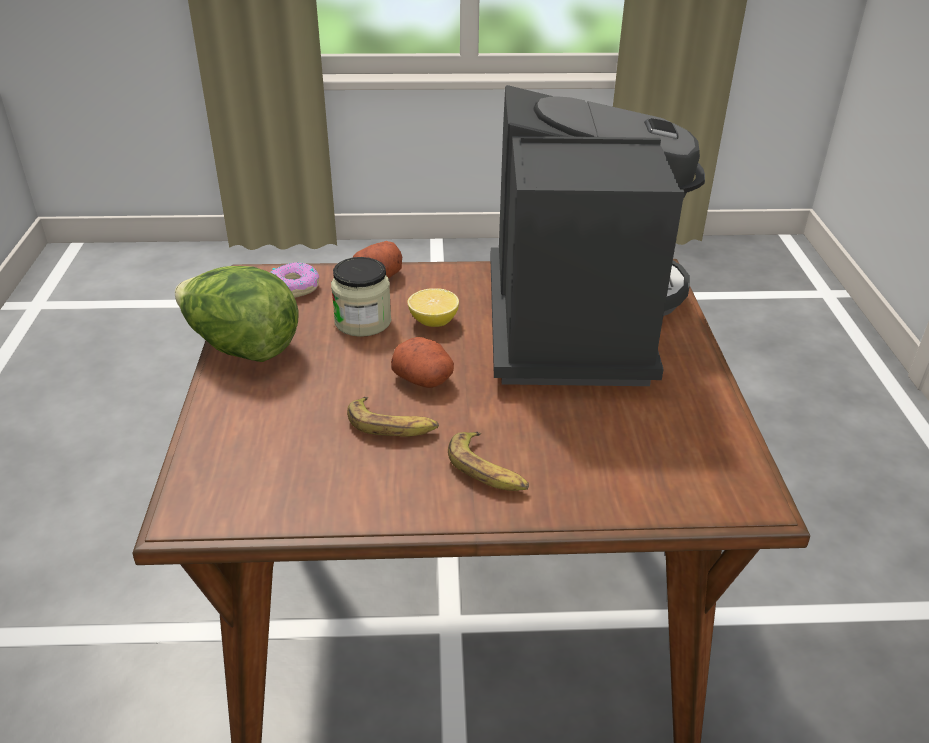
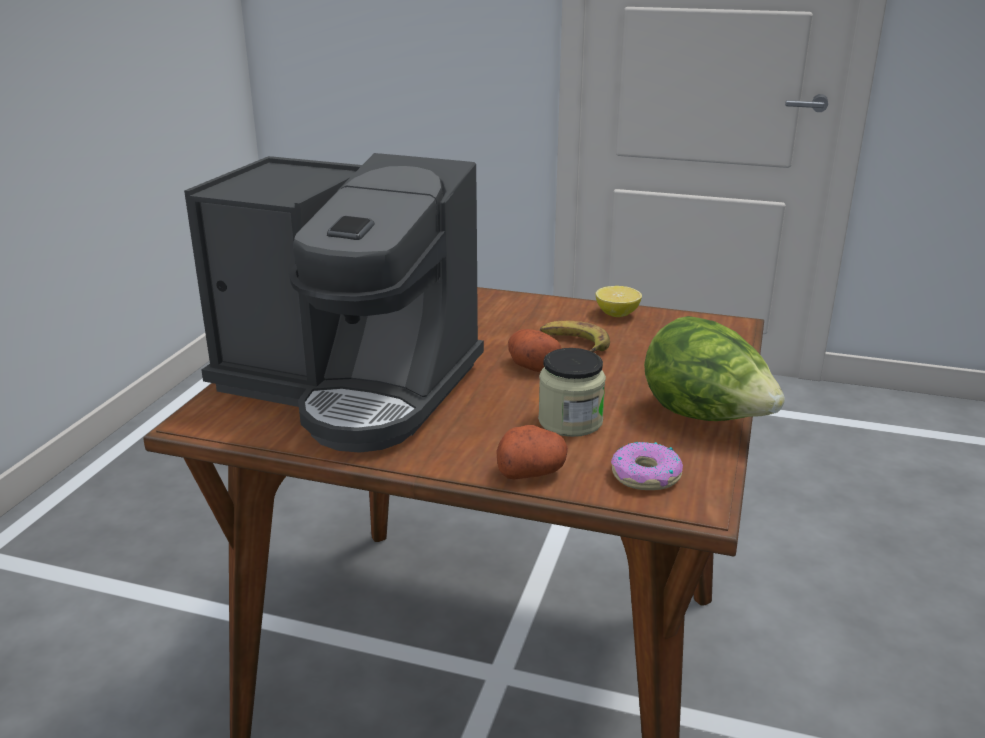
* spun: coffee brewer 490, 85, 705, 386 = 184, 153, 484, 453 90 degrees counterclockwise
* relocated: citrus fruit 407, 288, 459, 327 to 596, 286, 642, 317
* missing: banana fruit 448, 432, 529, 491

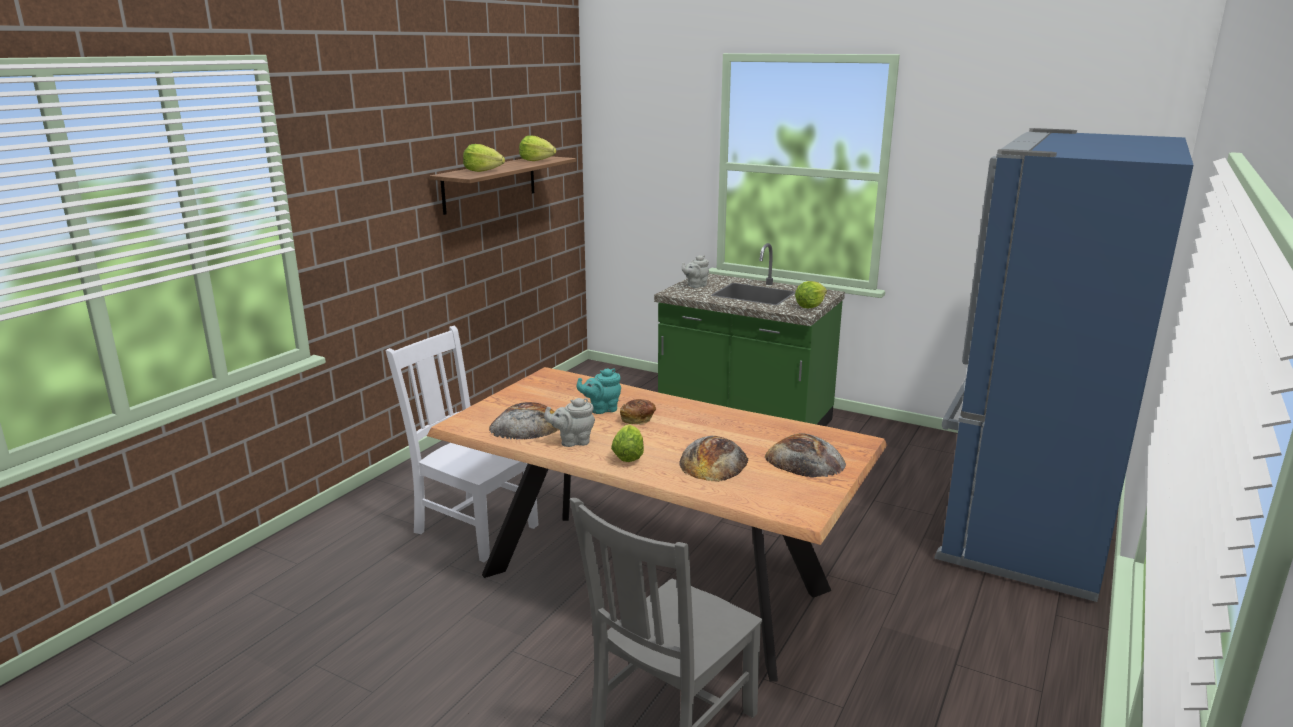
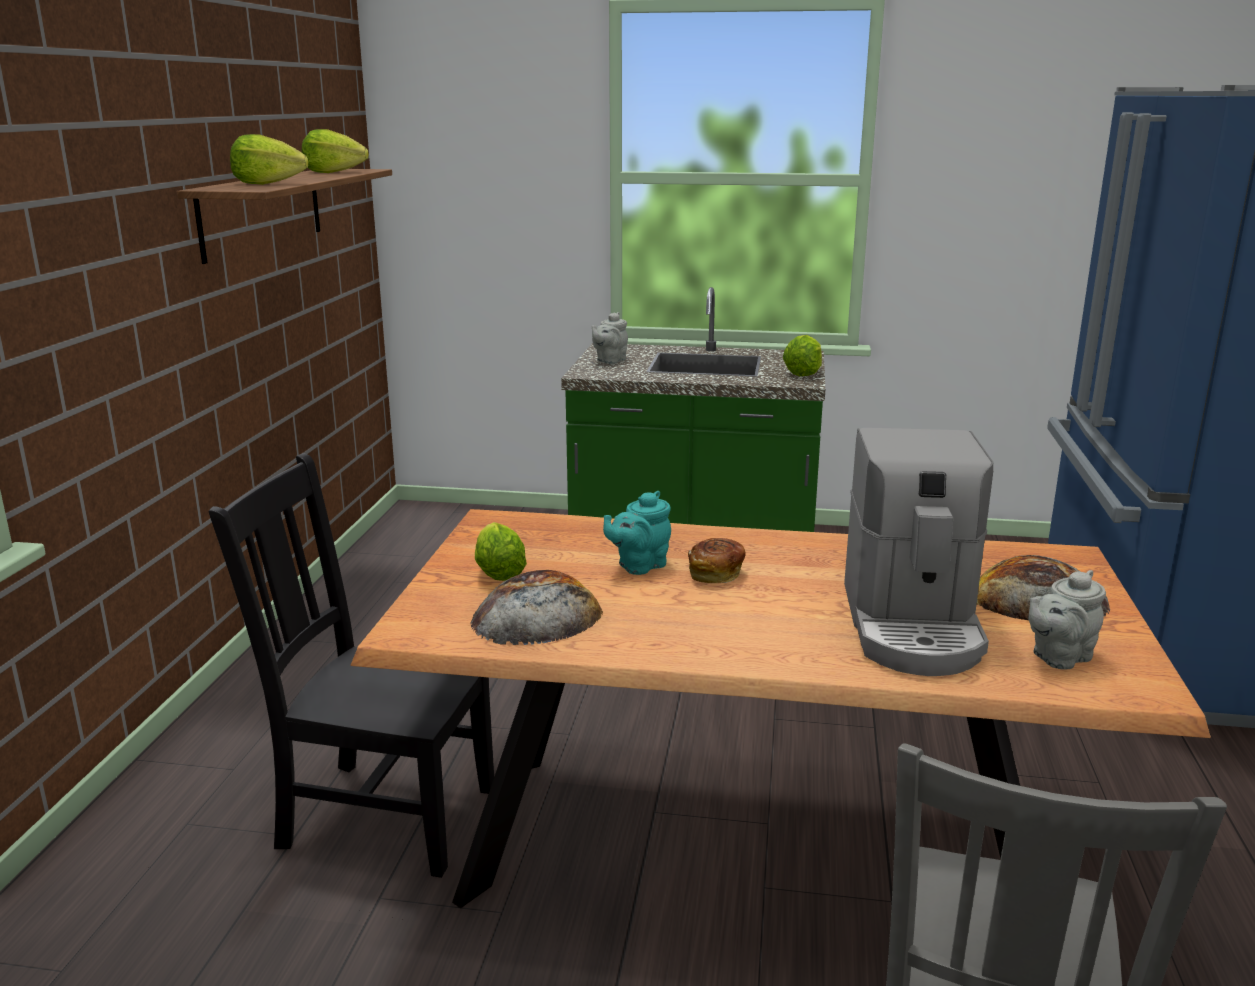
* colour: plain chair (whitish) 386, 326, 539, 562 to plain chair (black-coloured) 208, 453, 494, 878
* relocated: lettuce head 611, 424, 644, 462 to 475, 522, 527, 581
* exchanged: bakery bread 680, 436, 748, 482 to coffee brewer 844, 428, 994, 676
* relocated: tea pot (grey) 544, 398, 595, 447 to 1028, 570, 1106, 670

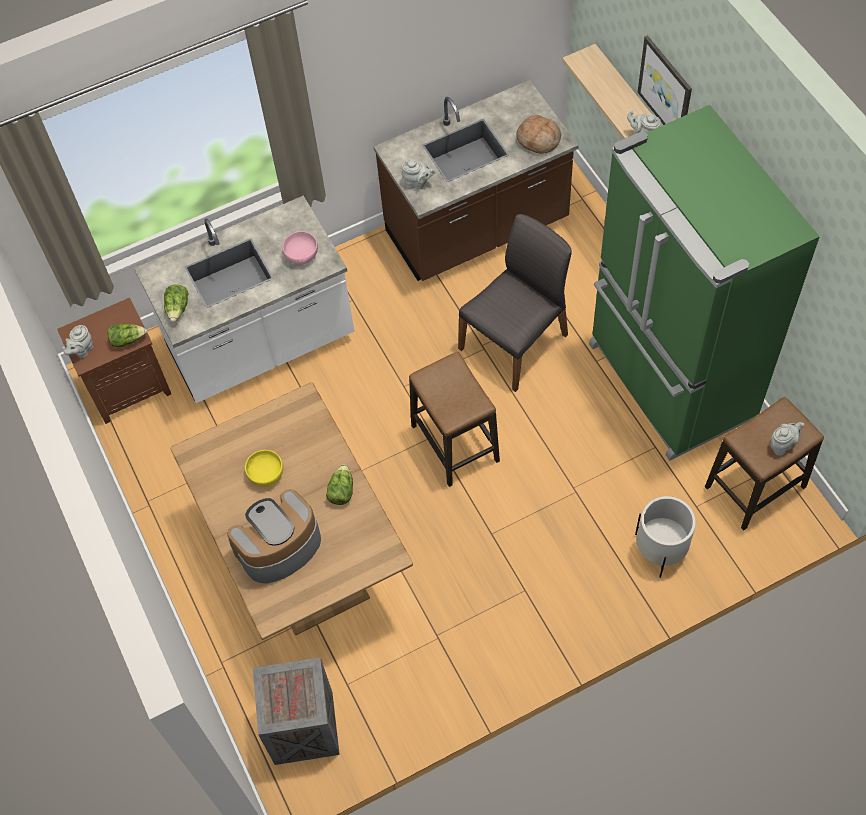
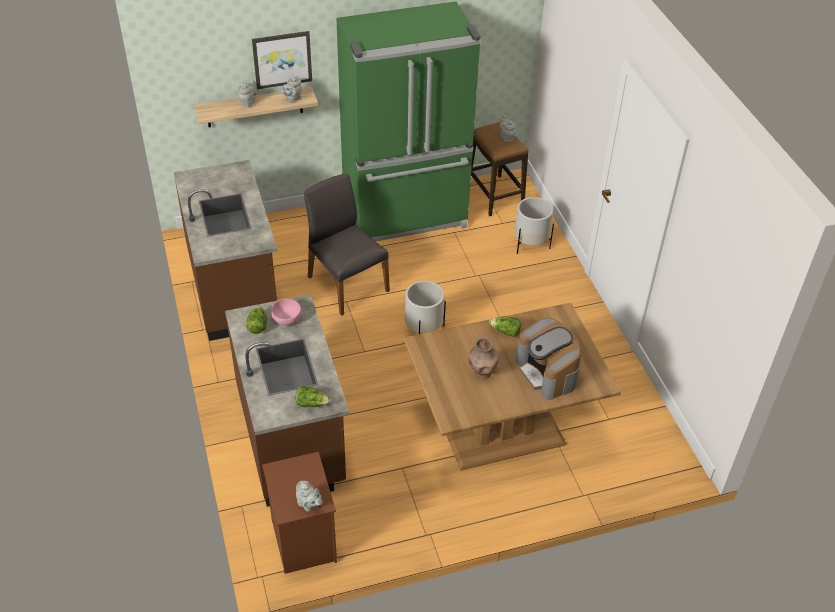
* colour: counter (whitish) 134, 196, 354, 403 to counter (brown-coloured) 225, 294, 349, 507
* relocated: tea pot (grey) 402, 160, 435, 189 to 238, 79, 257, 108
* relocated: lettuce head 108, 324, 147, 347 to 246, 305, 267, 334
* exchanged: sitting stool 409, 352, 500, 487 to planter (whitish) 405, 281, 446, 334
* exchanged: deep dish (yellow) 245, 450, 283, 486 to vase (brown-coloured) 468, 338, 499, 379
* missing: shipping crate 253, 658, 340, 765
* missing: bakery bread 516, 115, 561, 154

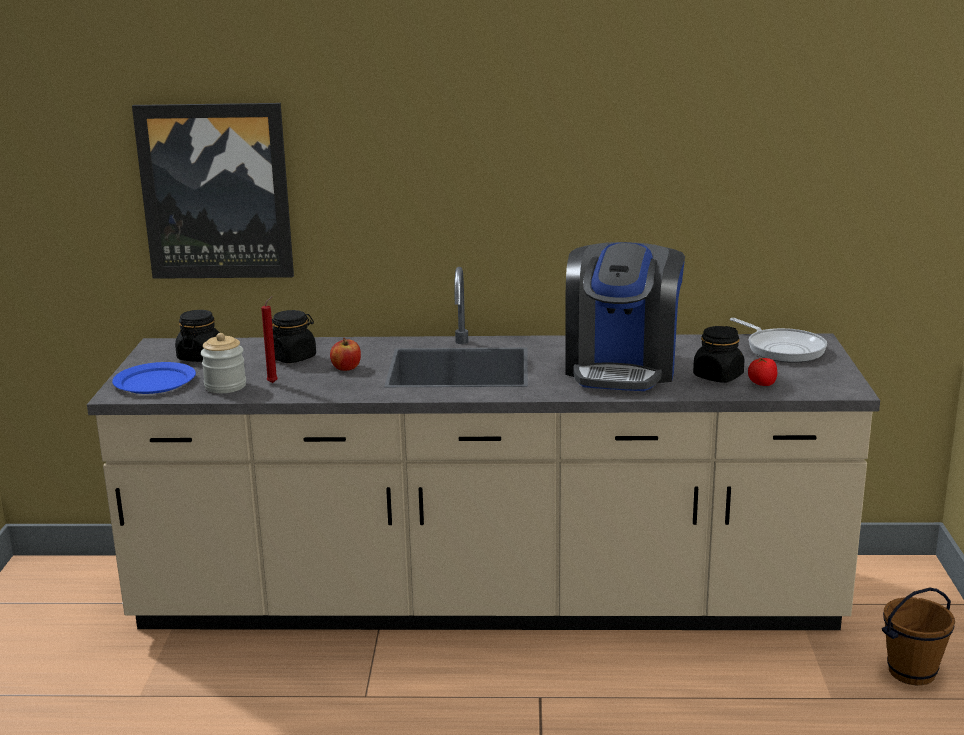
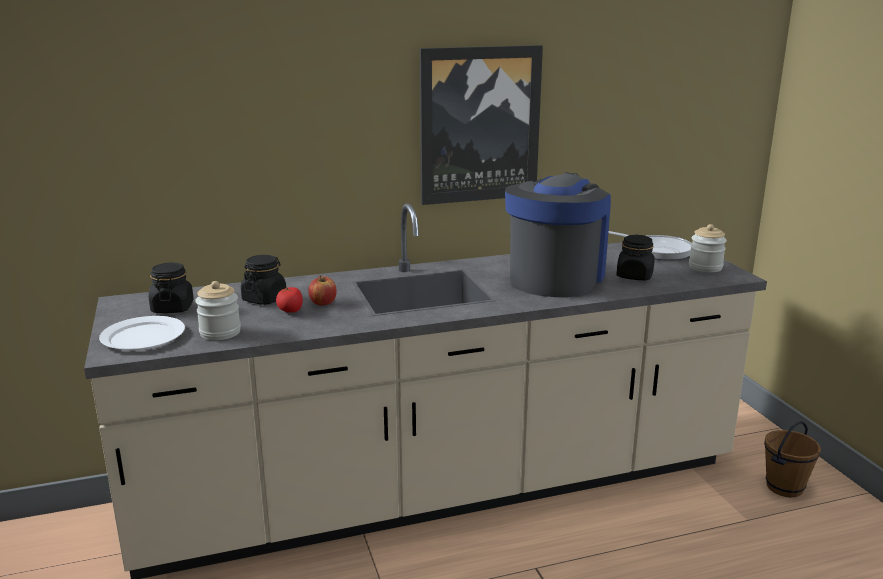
* colour: flat dish (bluish) 112, 362, 196, 394 to flat dish (whitish) 99, 316, 185, 350
* relocated: tomato 748, 358, 777, 386 to 276, 287, 303, 313
* relocated: wall picture 132, 103, 294, 279 to 420, 45, 543, 205
* spun: coffee brewer 565, 242, 685, 391 = 505, 173, 611, 297 150 degrees counterclockwise
* appeared: storage jar 689, 224, 727, 273
* missing: wax candle (reddish) 261, 296, 278, 383

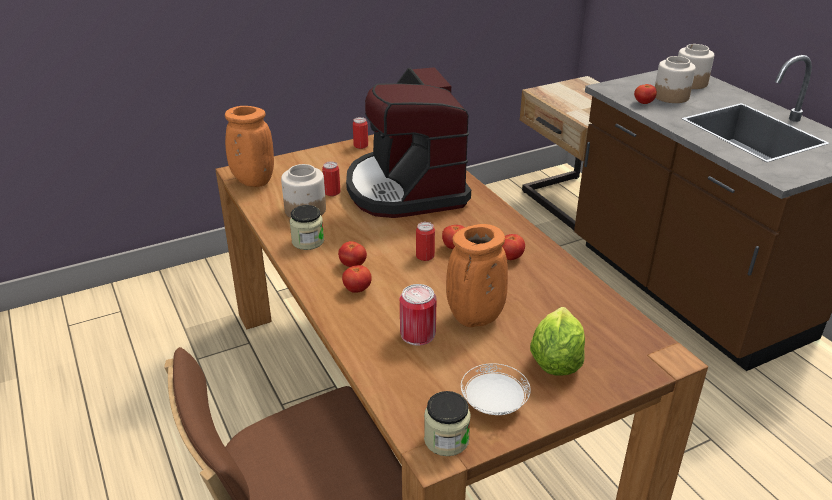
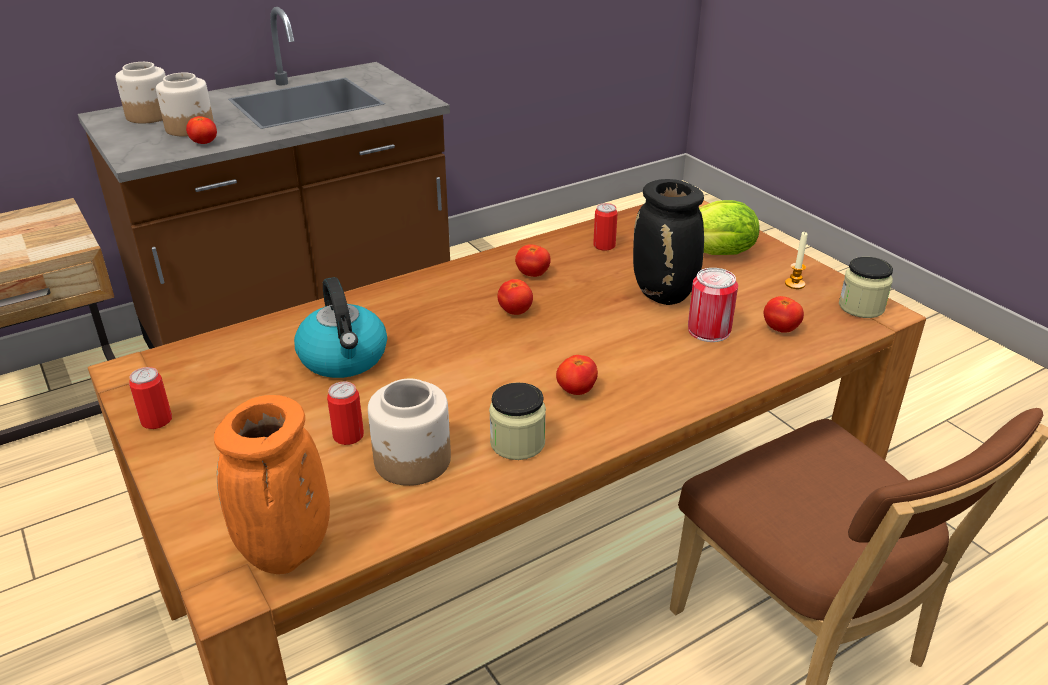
* exchanged: coffee brewer 346, 67, 471, 218 to water kettle 294, 277, 387, 378
* relocated: metal can 416, 222, 435, 261 to 593, 203, 617, 251
* colour: vase (orangey) 446, 224, 508, 327 to vase (black-coloured) 633, 179, 704, 305
* relocated: tomato 342, 265, 372, 293 to 764, 296, 804, 333
* exchanged: flat dish (whitish) 461, 363, 531, 415 to wax candle 785, 232, 808, 289

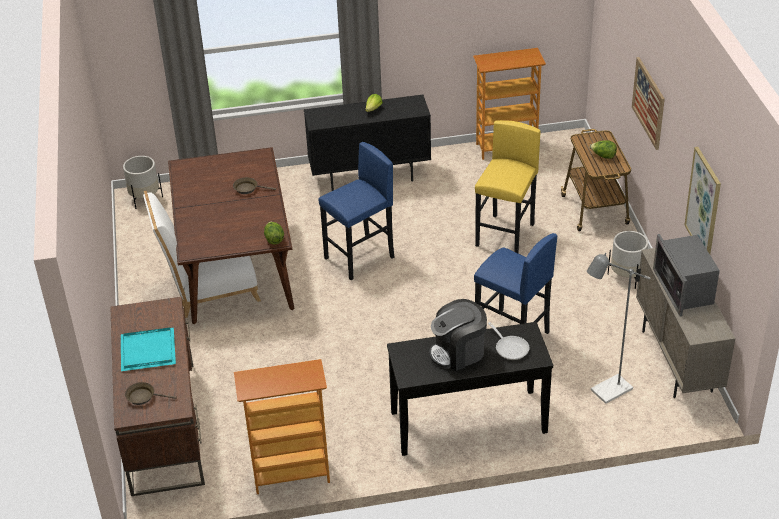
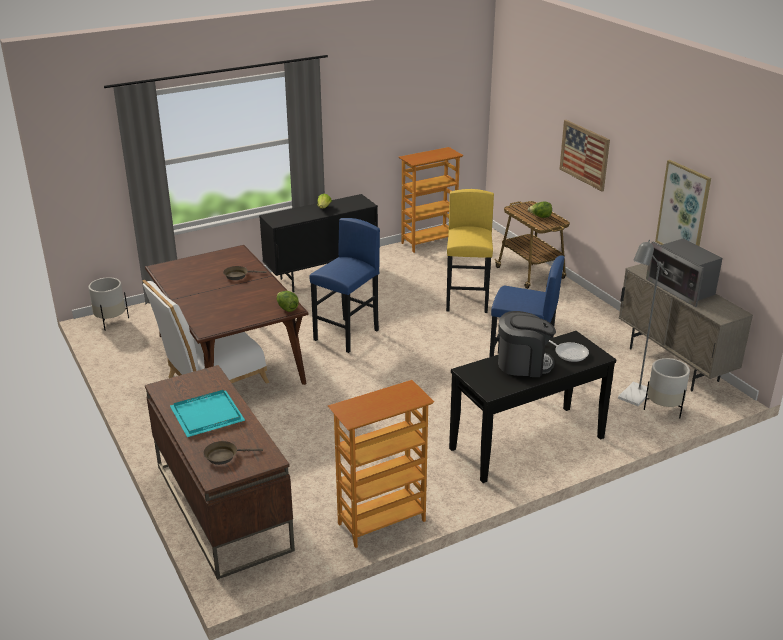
* spun: coffee brewer 429, 299, 487, 371 = 498, 311, 556, 377 135 degrees counterclockwise
* relocated: planter (whitish) 608, 231, 648, 289 to 644, 358, 690, 419

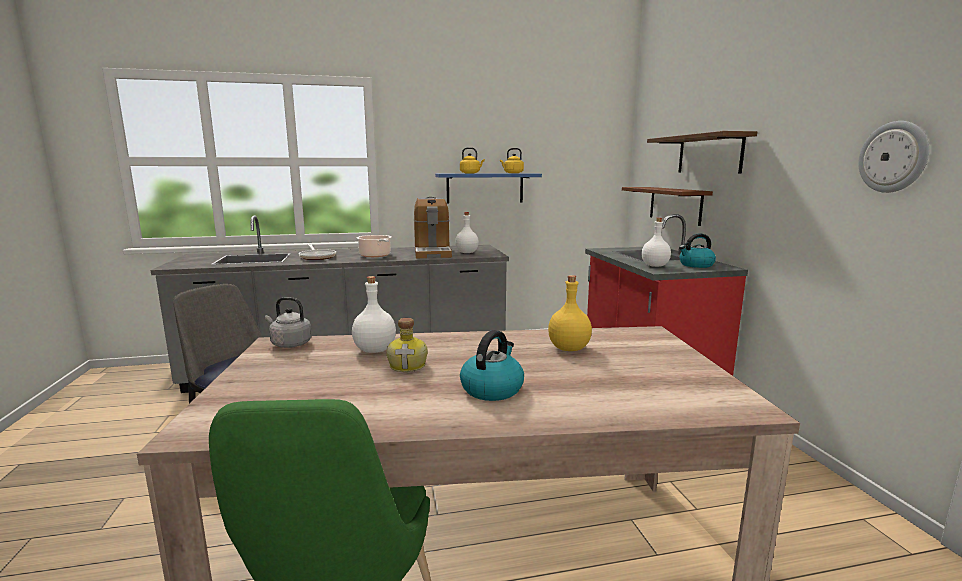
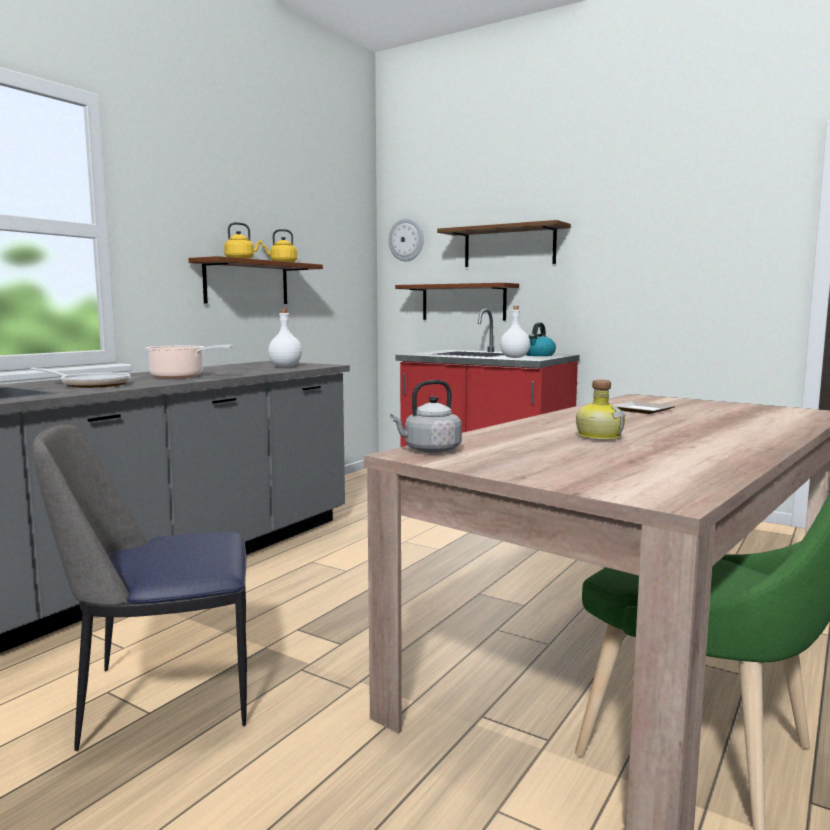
* colour: wall shelf (bluish) 435, 173, 542, 204 to wall shelf (brown-coloured) 189, 256, 323, 304
* relocated: wall clock 858, 121, 929, 193 to 389, 218, 424, 261
* exchanged: bottle (yellow) 548, 275, 592, 351 to flat dish 614, 401, 675, 414
* missing: bottle (whitish) 352, 276, 396, 353
* missing: coffee brewer 414, 197, 452, 258
* missing: water kettle 460, 330, 524, 401

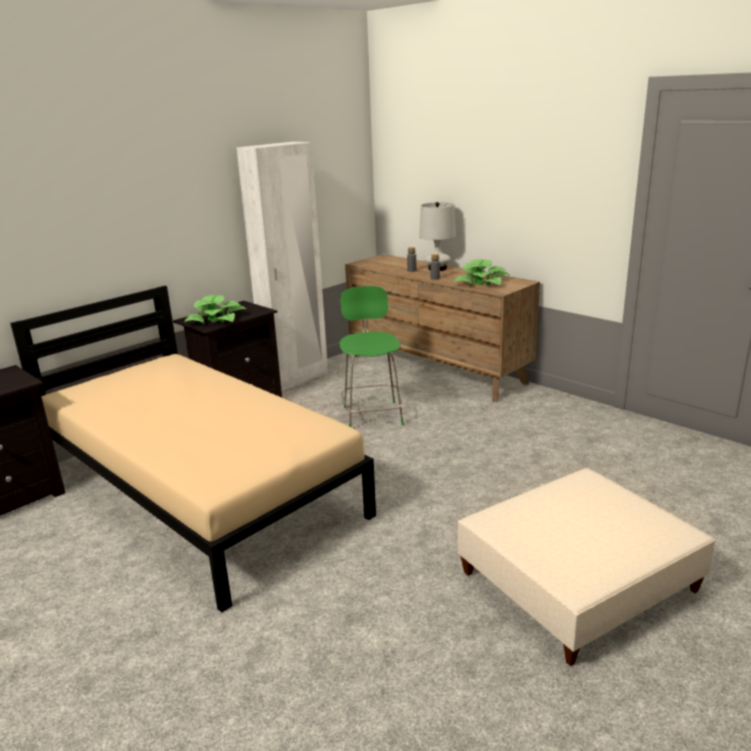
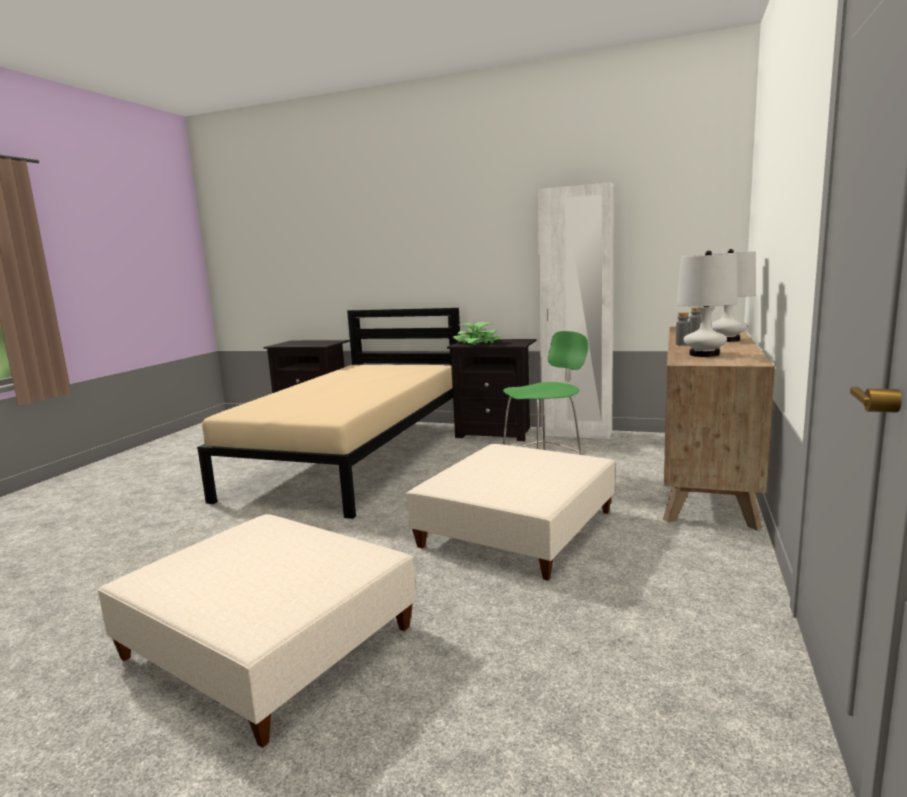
* appeared: ottoman (beige) 406, 444, 615, 580
* exchanged: plant in a pot 454, 259, 510, 286 to tabletop lamp (whitish) 677, 251, 738, 357

